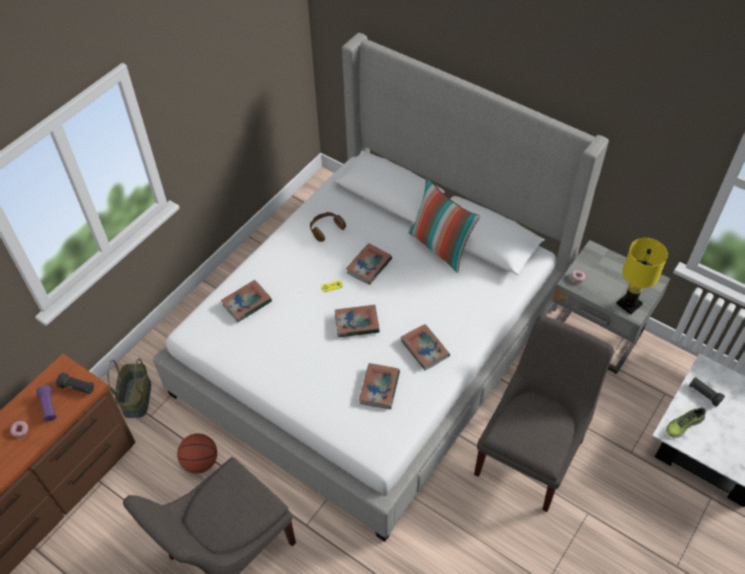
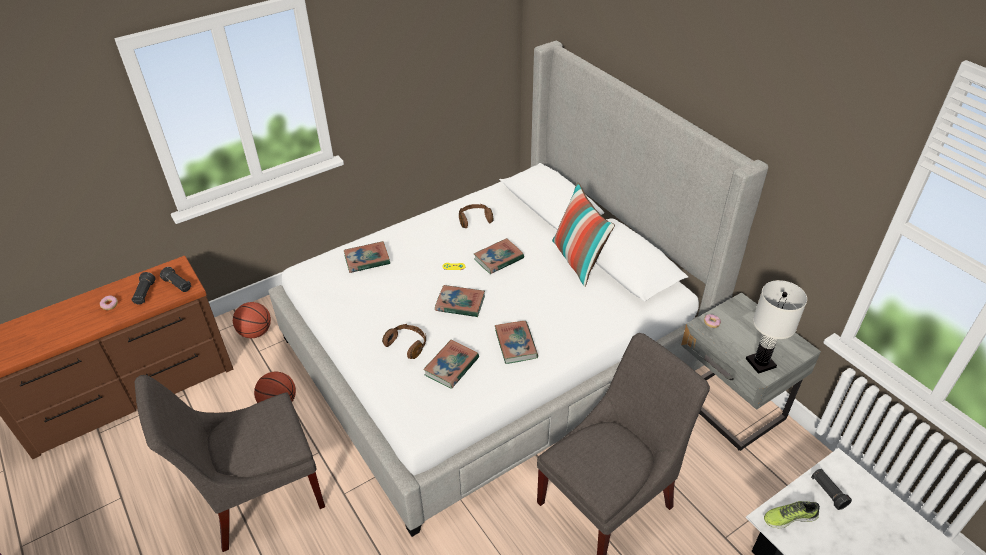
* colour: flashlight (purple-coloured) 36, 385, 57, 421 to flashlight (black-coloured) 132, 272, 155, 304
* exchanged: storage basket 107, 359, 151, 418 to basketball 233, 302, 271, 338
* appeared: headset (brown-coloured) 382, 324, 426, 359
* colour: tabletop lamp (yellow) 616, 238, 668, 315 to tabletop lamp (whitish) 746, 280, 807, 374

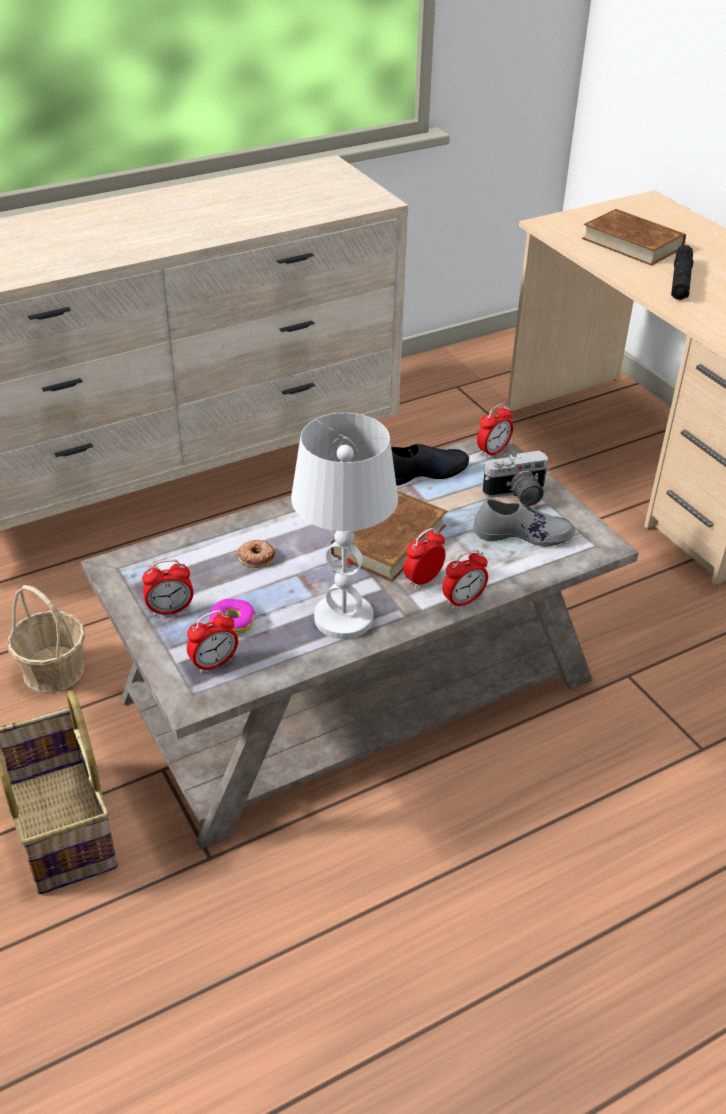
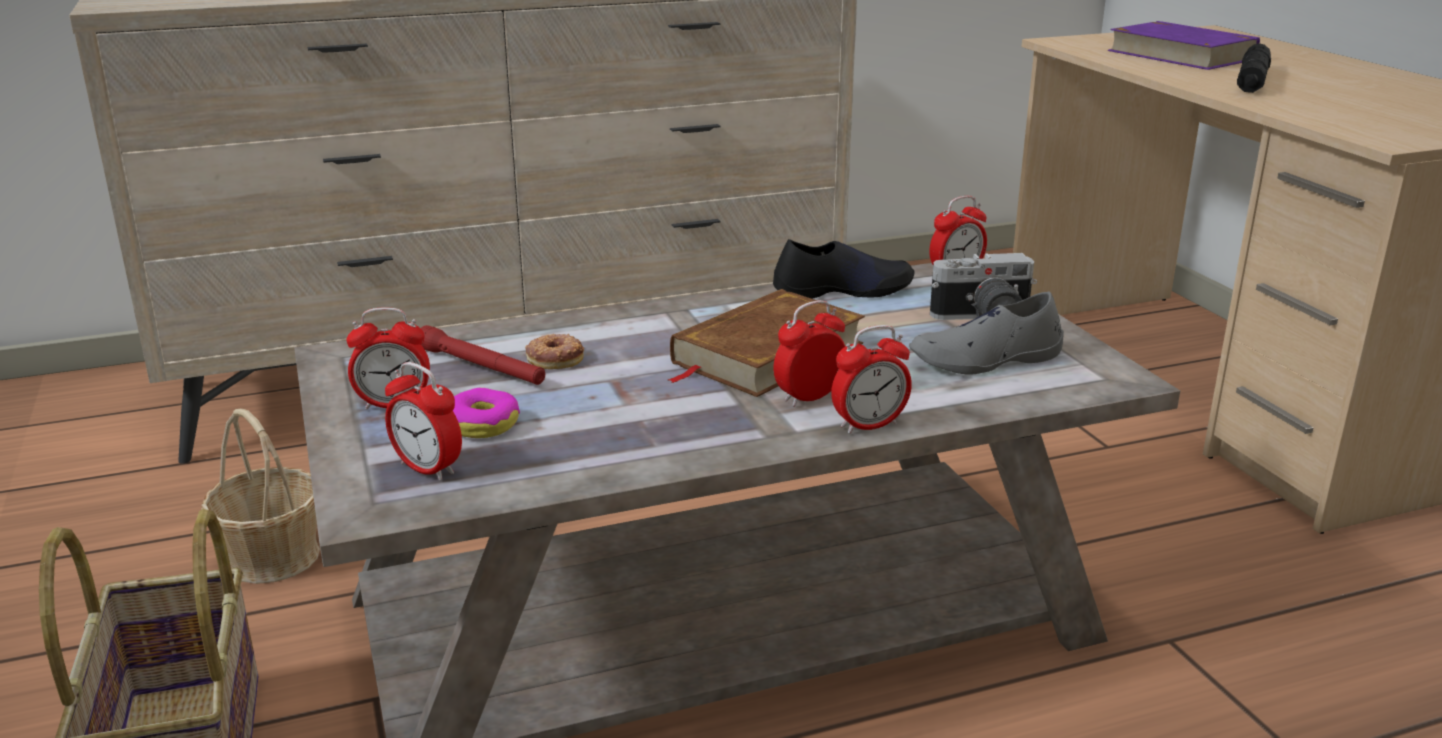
* spun: table clock 187, 610, 238, 673 = 385, 362, 462, 481 60 degrees clockwise
* appeared: flashlight (reddish) 421, 325, 545, 385
* spun: shoe (grey) 473, 499, 575, 546 = 909, 291, 1064, 374 150 degrees clockwise
* colour: book (brown-coloured) 582, 209, 686, 266 to book (purple-coloured) 1108, 21, 1260, 70
* missing: tabletop lamp (whitish) 291, 413, 398, 639

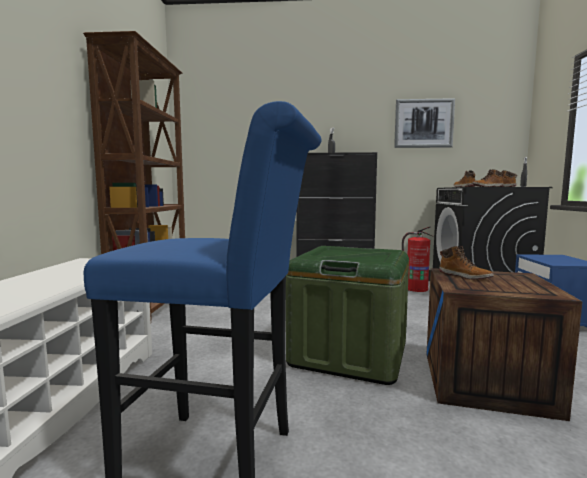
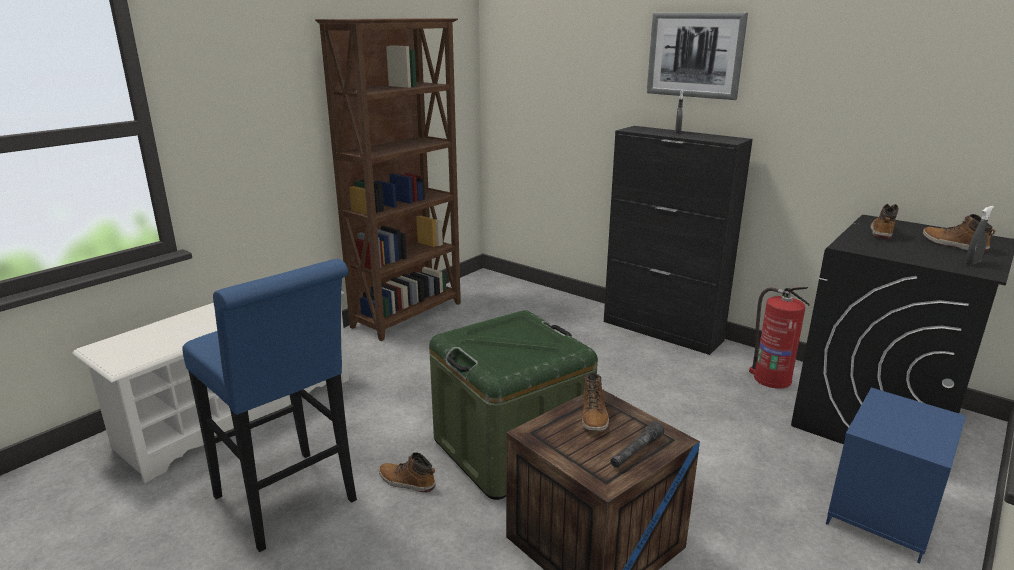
* relocated: tall boot 472, 169, 503, 187 to 379, 452, 435, 493
* appeared: flashlight (grey) 610, 421, 664, 468
* relocated: wall picture 394, 98, 455, 148 to 647, 13, 748, 100

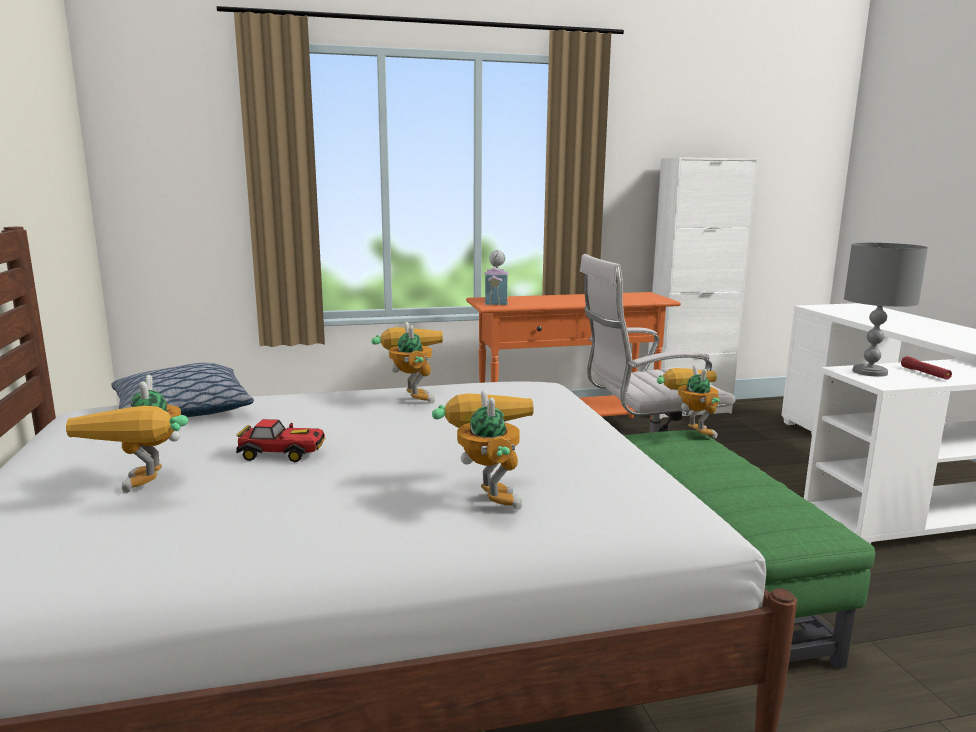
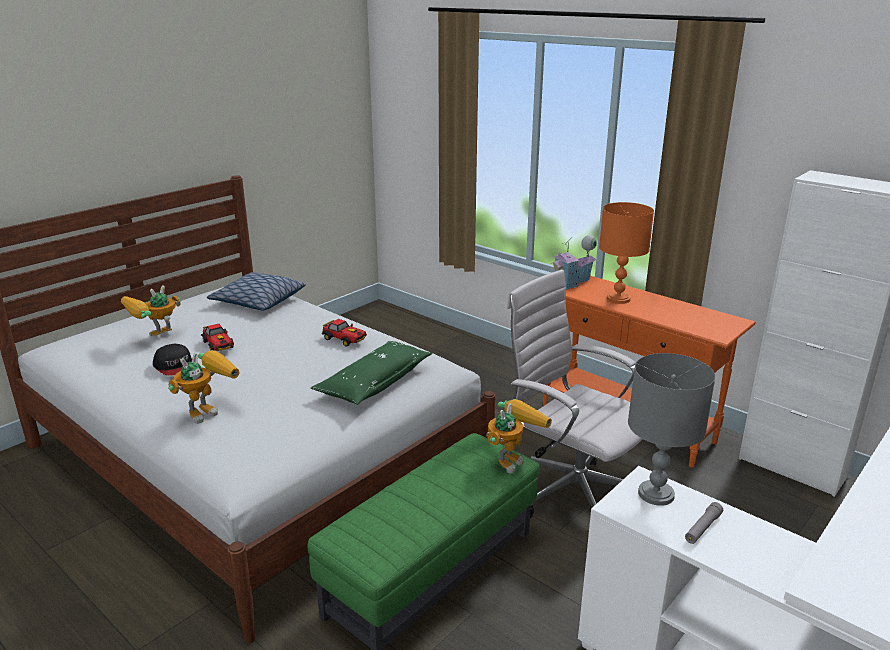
* appeared: baseball cap 153, 344, 199, 376
* appeared: cushion (greenish) 311, 341, 432, 405
* exchanged: toy robot 372, 322, 443, 403 to model car 322, 319, 367, 347
* appeared: tabletop lamp (orangey) 599, 202, 654, 304
* colour: flashlight (reddish) 901, 356, 952, 380 to flashlight (grey) 685, 502, 723, 544

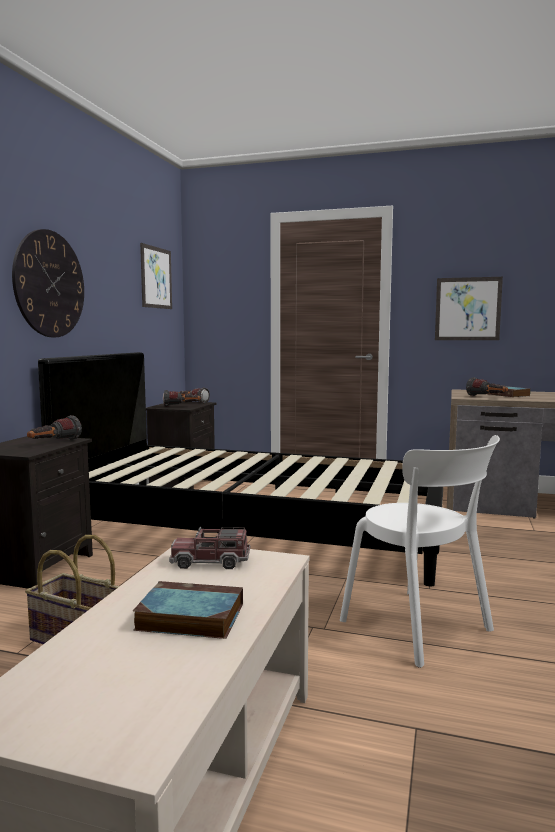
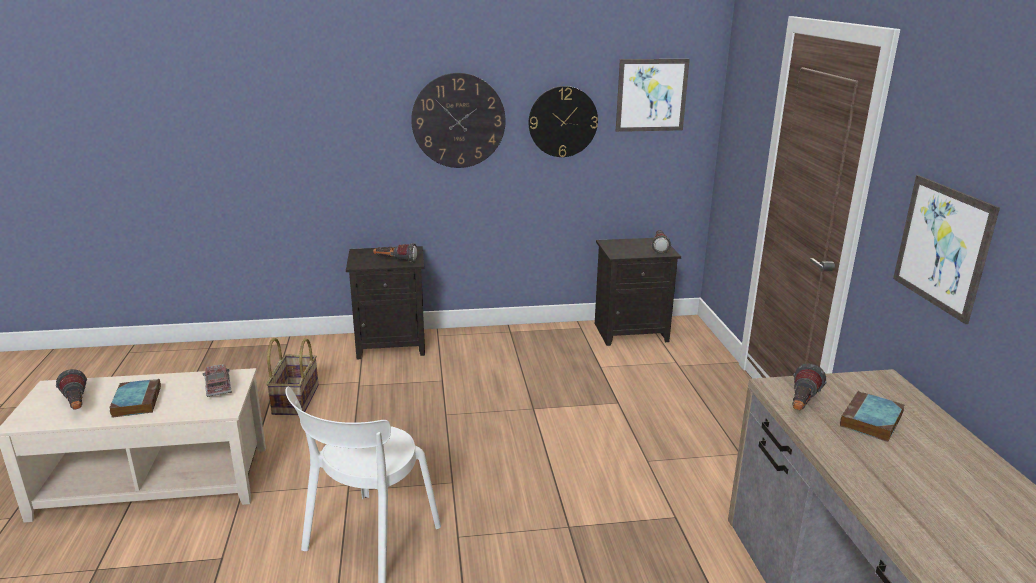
* relocated: flashlight 163, 390, 201, 407 to 56, 369, 87, 410
* appeared: wall clock 529, 86, 598, 157
* missing: bedroom bed (black-coloured) 38, 352, 443, 586

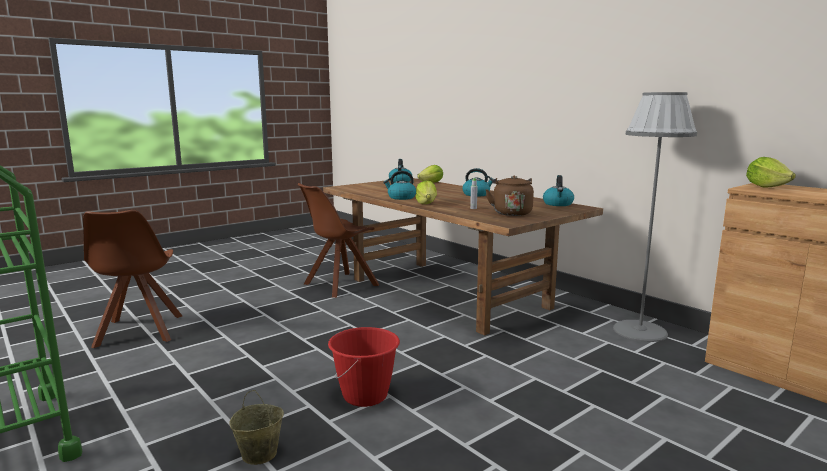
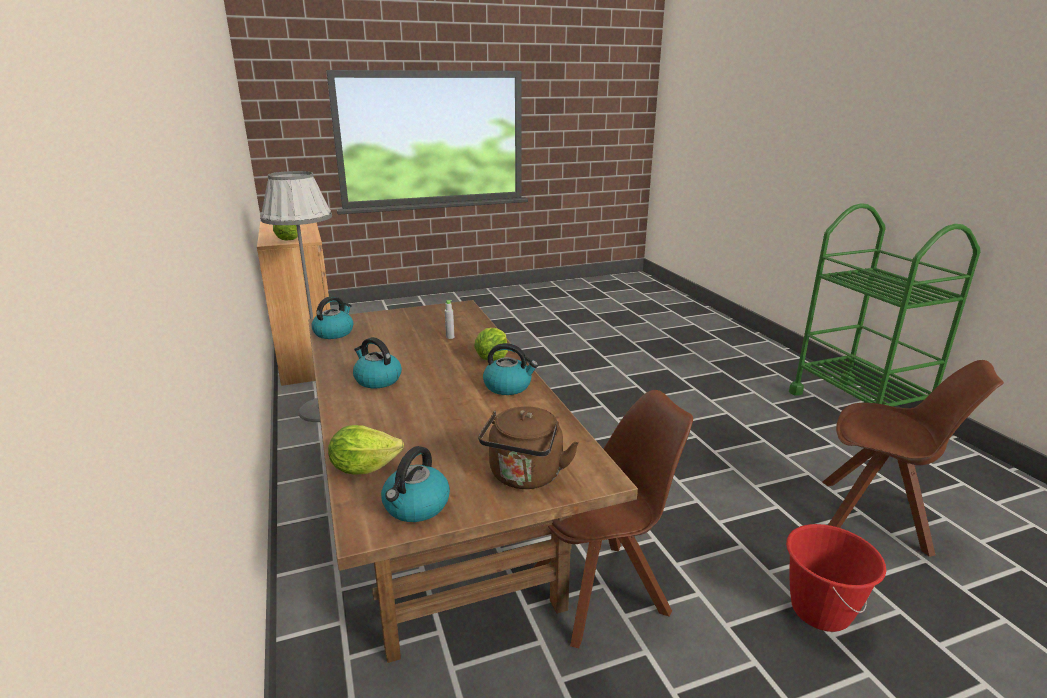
* relocated: water kettle (brown-coloured) 485, 176, 534, 216 to 478, 406, 579, 489
* relocated: pail (reddish) 328, 327, 400, 407 to 786, 524, 886, 632
* spun: plain chair (brown-coloured) 83, 210, 182, 348 = 823, 360, 1004, 557 105 degrees clockwise
* missing: pail (beige) 229, 390, 284, 465

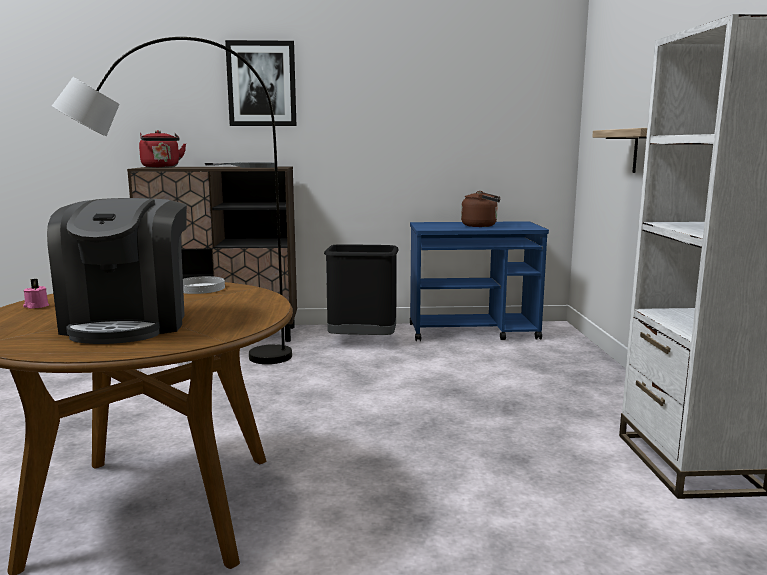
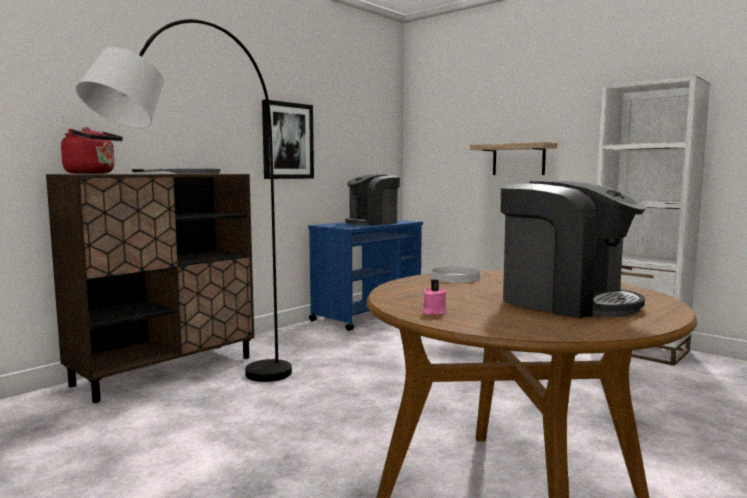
* relocated: wall picture 225, 40, 296, 126 to 262, 100, 314, 179
* exchanged: water kettle (brown-coloured) 461, 191, 500, 227 to coffee brewer 345, 175, 400, 226
* missing: waste bin (black-coloured) 324, 244, 399, 335

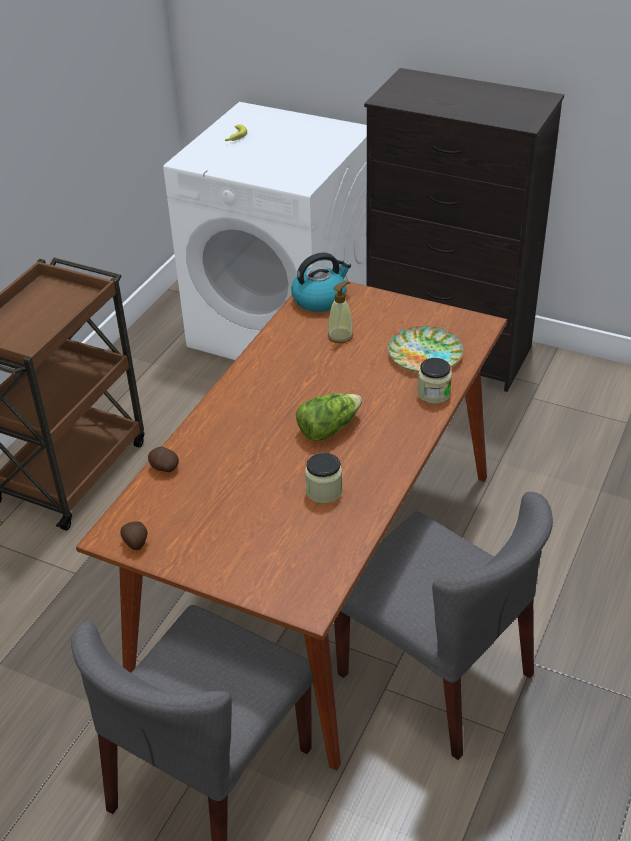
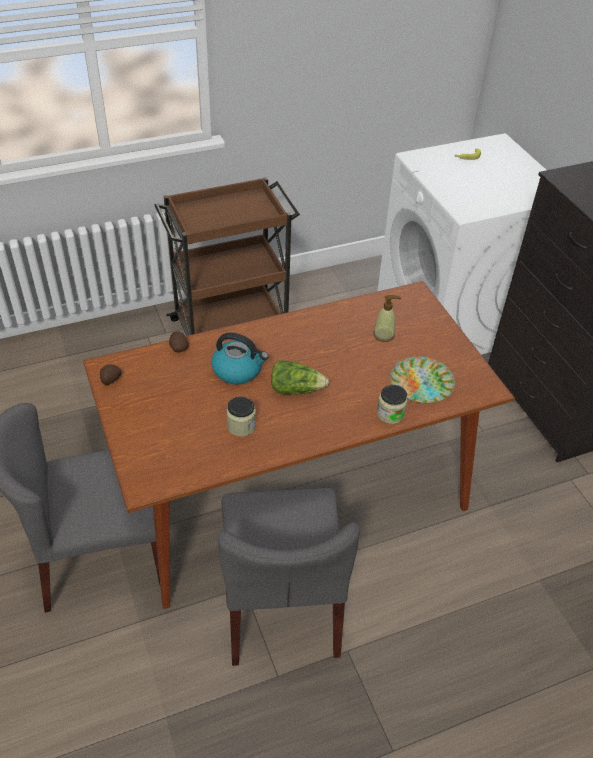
* relocated: water kettle 291, 252, 351, 312 to 211, 333, 269, 385

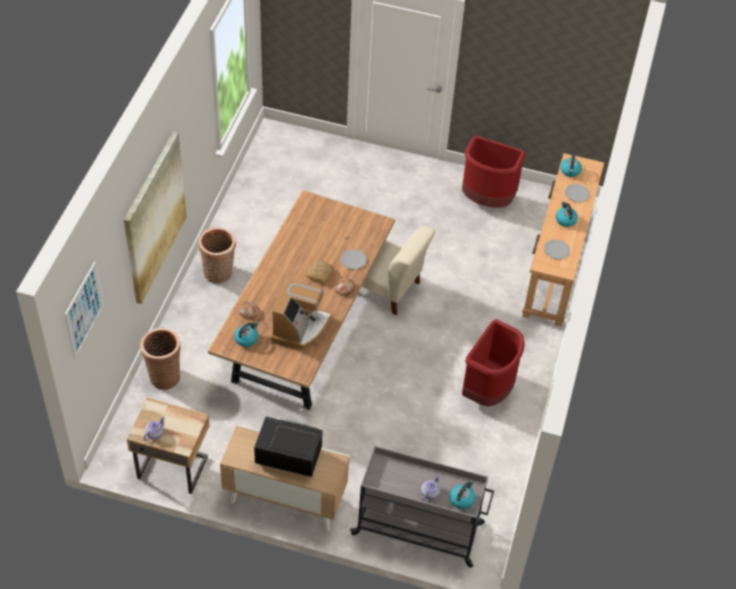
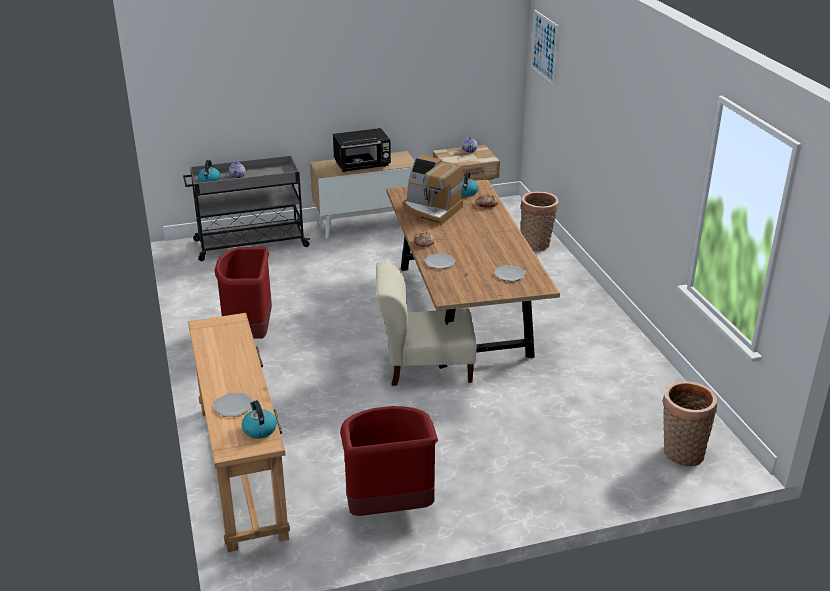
* spun: coffee brewer 271, 279, 333, 351 = 403, 155, 463, 225 45 degrees counterclockwise
* relocated: flat dish 544, 240, 570, 259 to 494, 265, 526, 281
* relocated: storage basket 198, 227, 236, 284 to 662, 381, 717, 467
* missing: wall picture 124, 131, 187, 304
* missing: bakery bread 306, 259, 334, 284
* missing: water kettle 556, 202, 578, 227

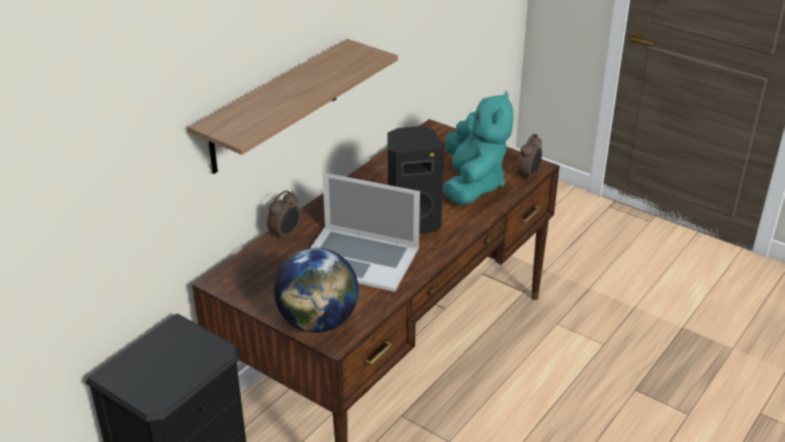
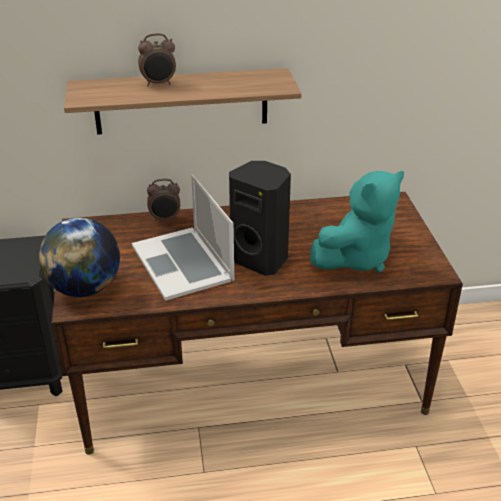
* relocated: table clock 517, 134, 542, 181 to 138, 33, 176, 86

